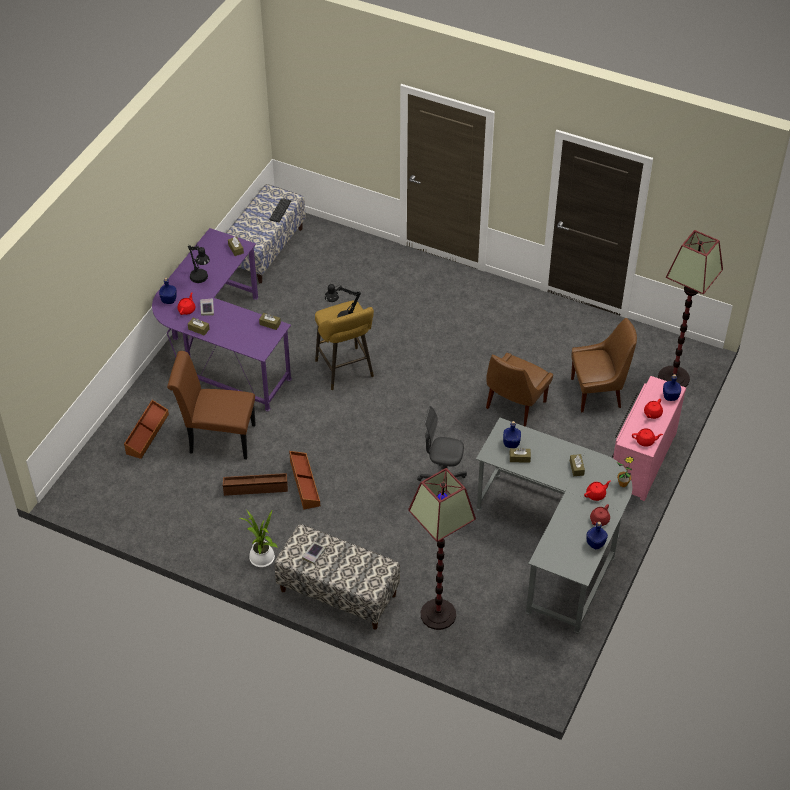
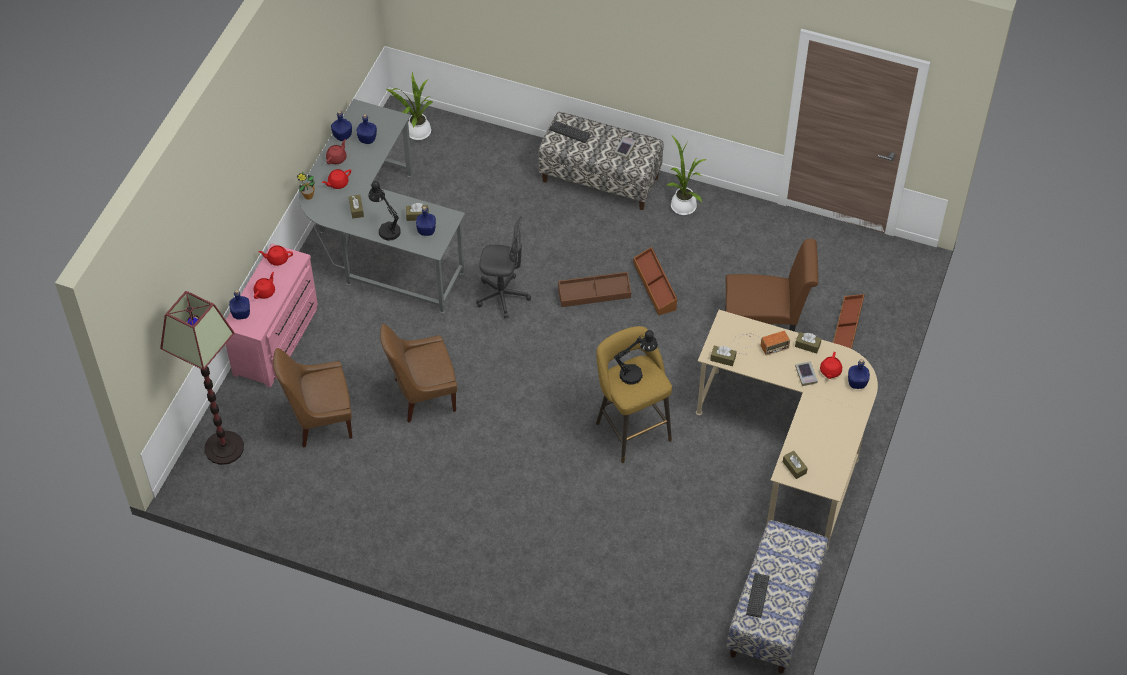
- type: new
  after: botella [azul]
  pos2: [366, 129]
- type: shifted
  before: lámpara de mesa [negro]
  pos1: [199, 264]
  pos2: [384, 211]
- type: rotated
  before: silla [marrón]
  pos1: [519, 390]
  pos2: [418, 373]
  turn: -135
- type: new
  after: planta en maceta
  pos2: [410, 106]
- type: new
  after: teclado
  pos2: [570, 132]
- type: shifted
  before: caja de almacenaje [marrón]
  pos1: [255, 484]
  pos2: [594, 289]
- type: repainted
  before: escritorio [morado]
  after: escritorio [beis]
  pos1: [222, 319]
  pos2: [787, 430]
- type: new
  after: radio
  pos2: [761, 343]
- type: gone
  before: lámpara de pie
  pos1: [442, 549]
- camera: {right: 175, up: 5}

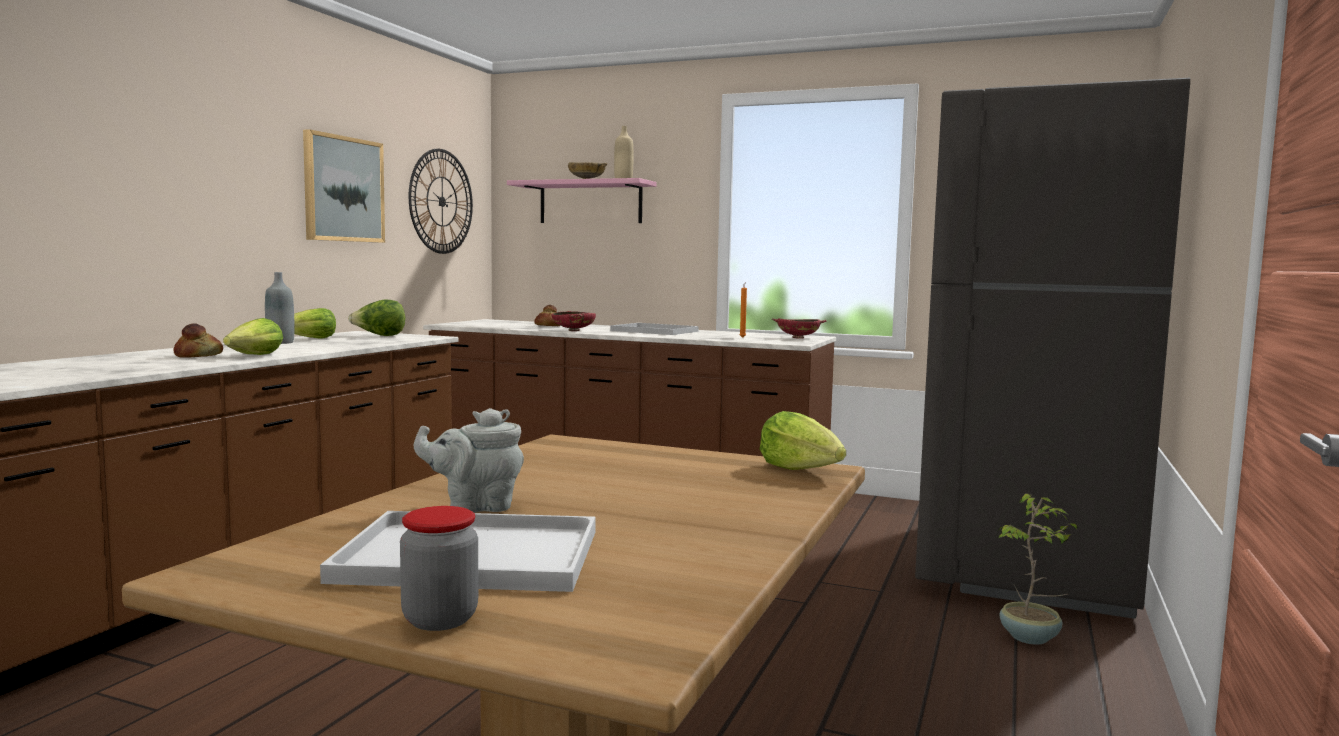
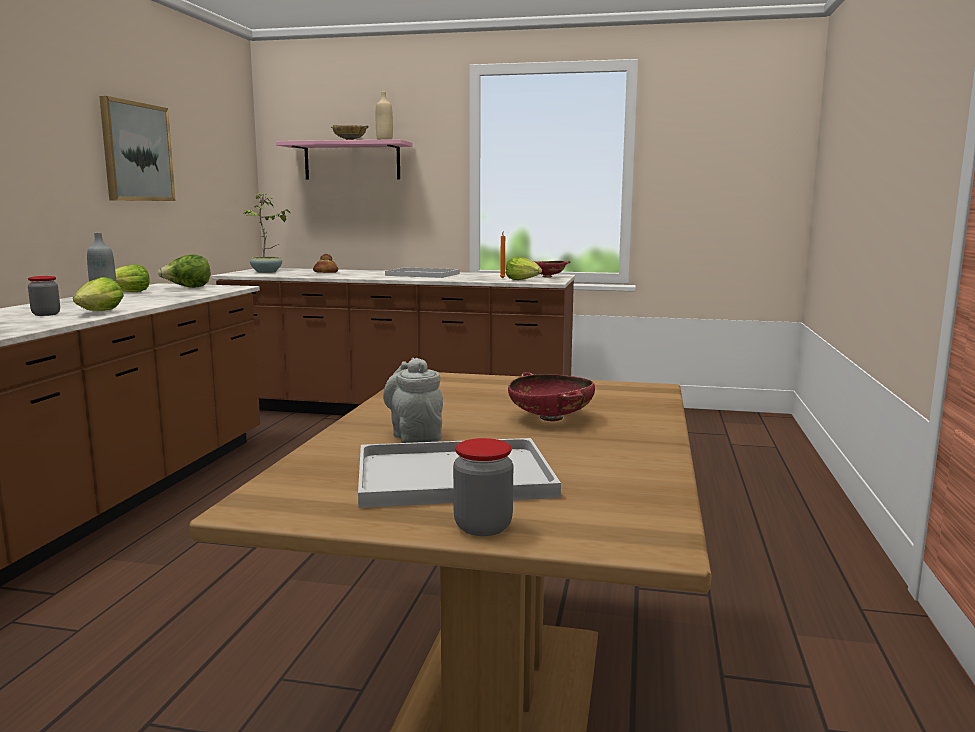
- type: swapped
  before: pan
  after: tarro
  pos1: [198, 340]
  pos2: [44, 296]
- type: shifted
  before: planta en maceta
  pos1: [1038, 569]
  pos2: [267, 233]
- type: rotated
  before: tetera [gris]
  pos1: [468, 460]
  pos2: [413, 400]
  turn: 90
- type: shifted
  before: lechuga
  pos1: [803, 440]
  pos2: [524, 268]
- type: shifted
  before: cuenco [rojo]
  pos1: [574, 321]
  pos2: [551, 396]
- type: gone
  before: reloj de pared
  pos1: [441, 201]
- type: gone
  before: nevera [gris]
  pos1: [1052, 348]
- camera: {right: -10, up: 5}

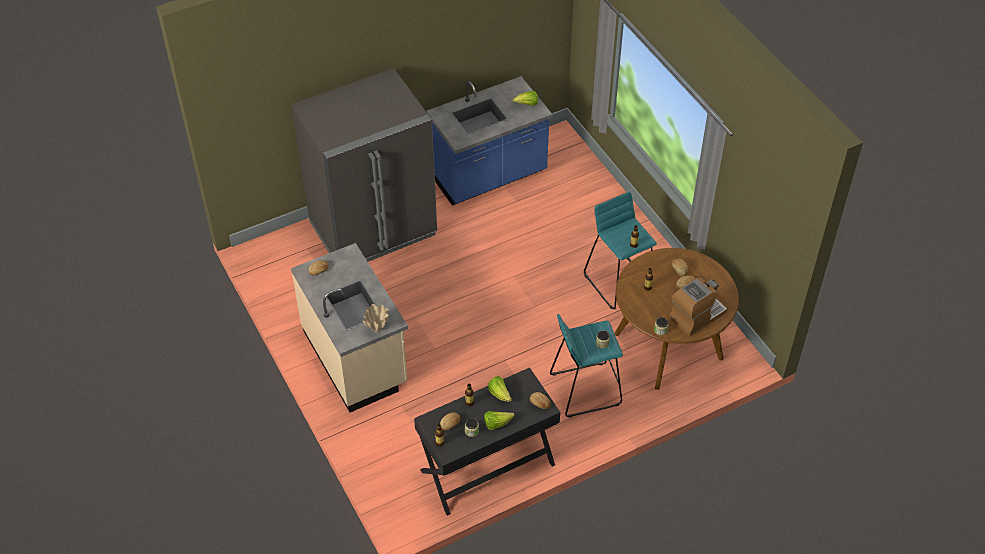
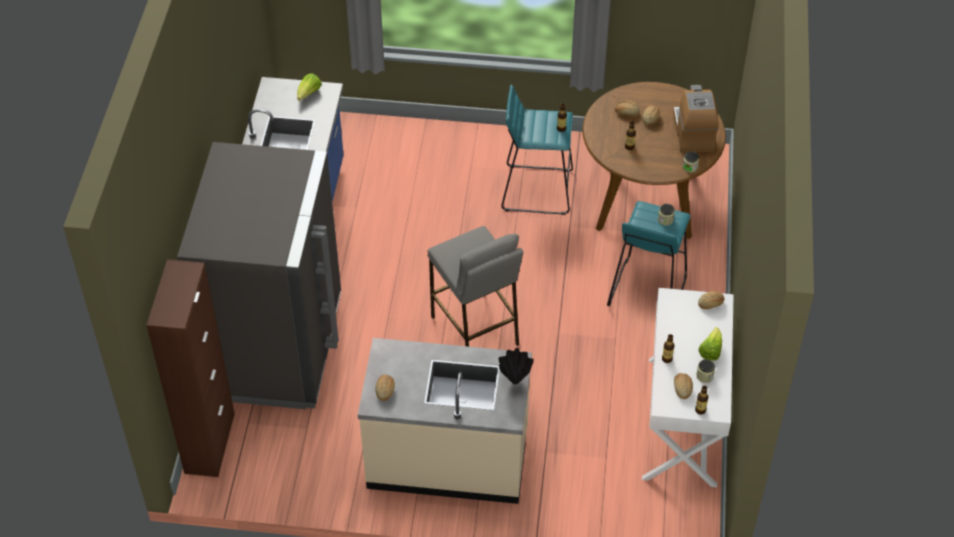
- type: new
  after: armario [marrón]
  pos2: [190, 368]
- type: new
  after: taburete [gris]
  pos2: [475, 286]
- type: repainted
  before: florero [beis]
  after: florero [negro]
  pos1: [376, 318]
  pos2: [516, 366]
- type: repainted
  before: escritorio [negro]
  after: escritorio [blanco]
  pos1: [487, 441]
  pos2: [688, 387]
- type: gone
  before: lechuga
  pos1: [500, 389]
- camera: {right: -55, up: 0}

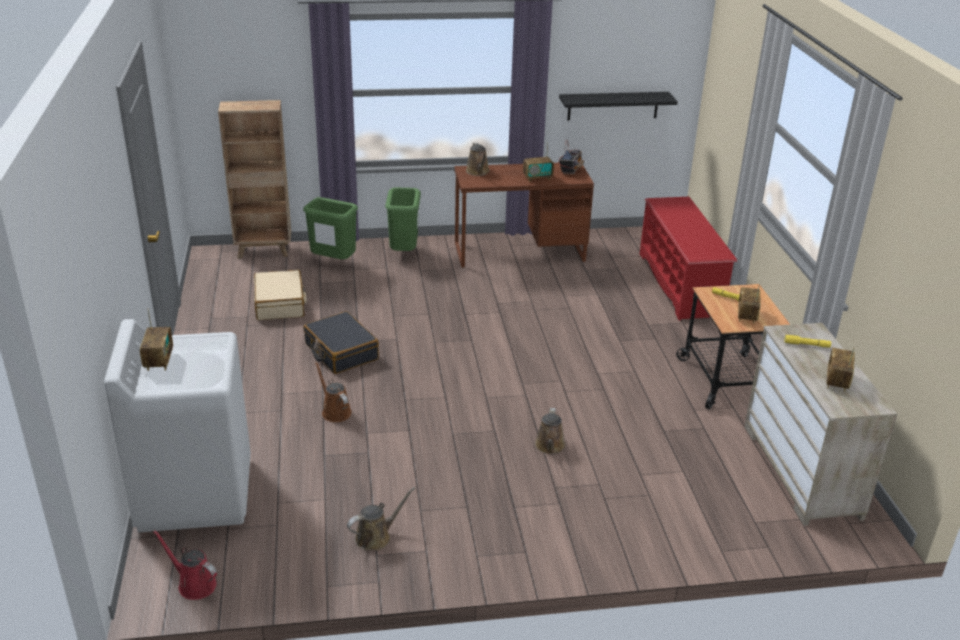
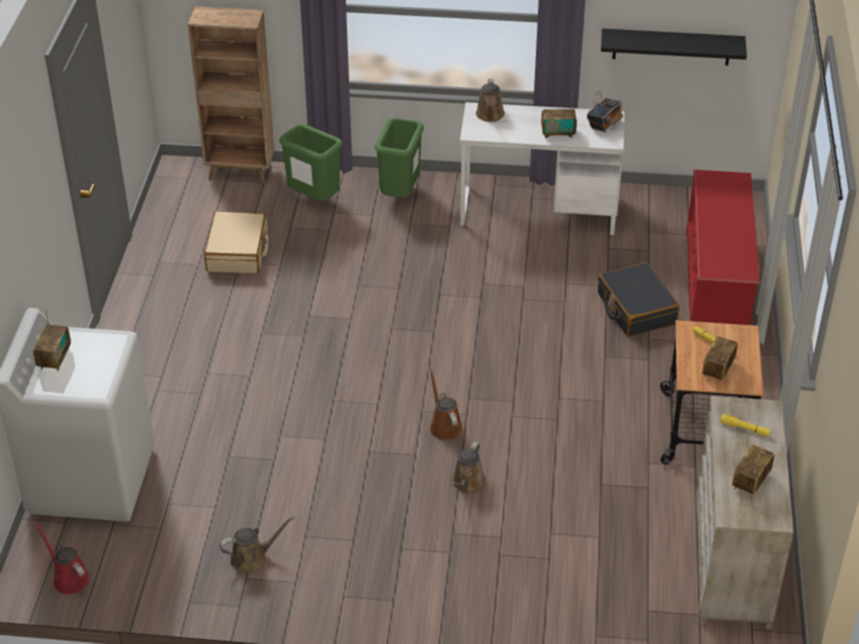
- type: shifted
  before: regadera [marrón]
  pos1: [333, 392]
  pos2: [445, 404]
- type: repainted
  before: escritorio [marrón]
  after: escritorio [blanco]
  pos1: [524, 215]
  pos2: [542, 168]
- type: shifted
  before: maleta [negro]
  pos1: [341, 342]
  pos2: [639, 299]
- camera: {right: 15, up: 10}

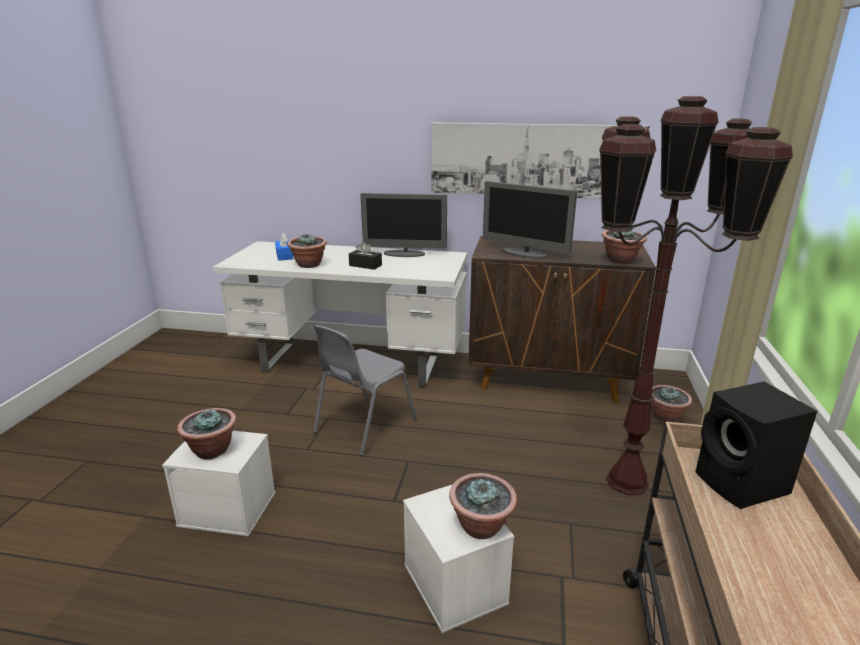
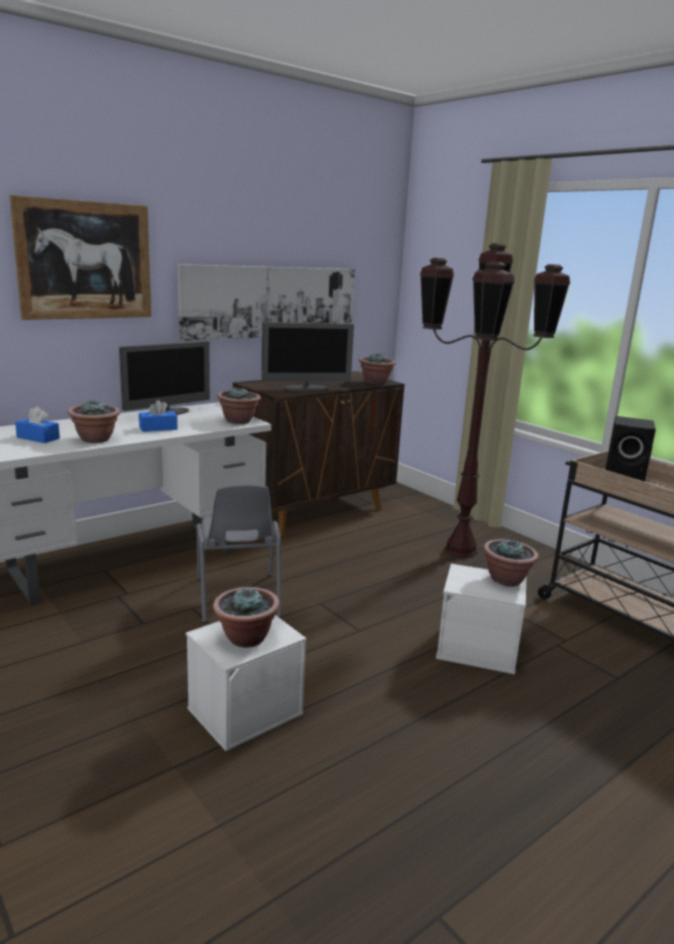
- type: new
  after: cuadro
  pos2: [80, 257]
- type: repainted
  before: caja de pañuelos [negro]
  after: caja de pañuelos [azul]
  pos1: [365, 255]
  pos2: [158, 416]
- type: shifted
  before: planta en maceta
  pos1: [671, 403]
  pos2: [239, 405]
- camera: {right: -50, up: -5}

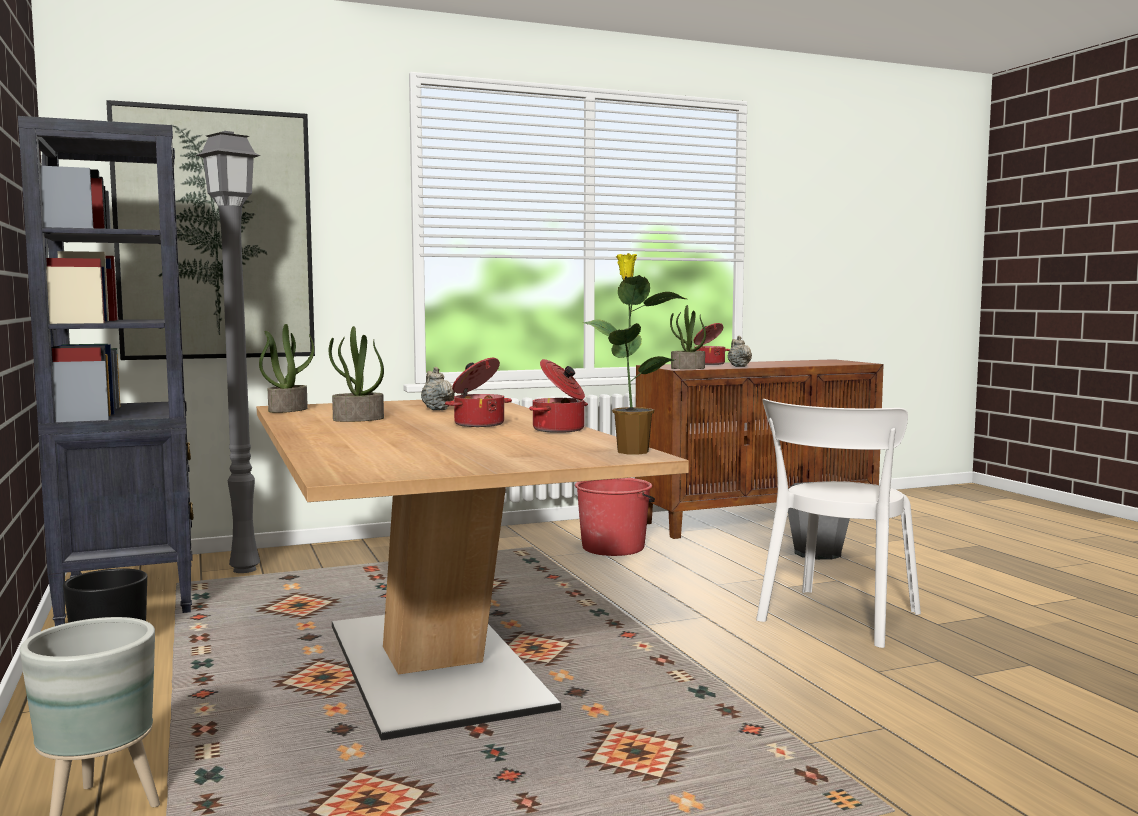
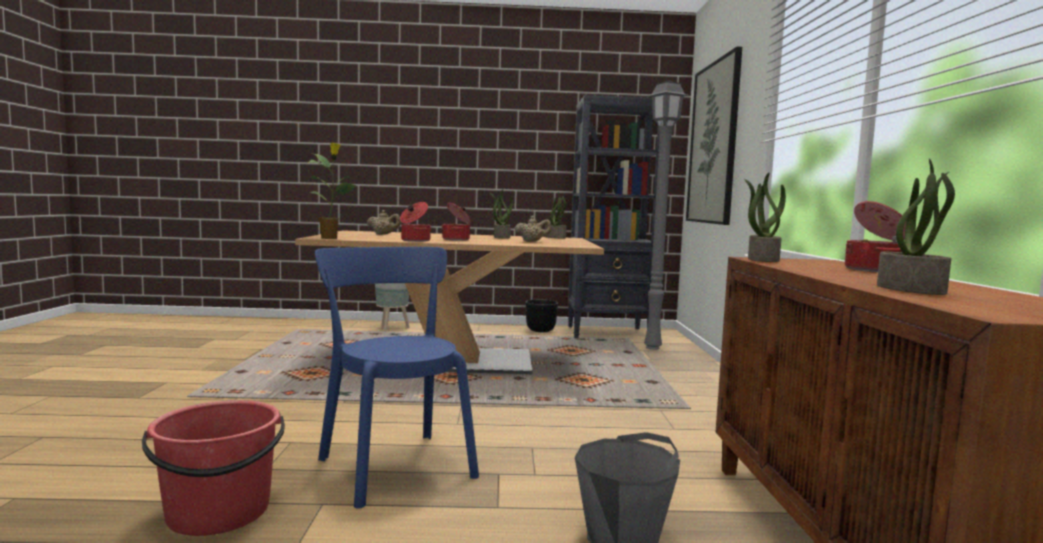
- type: shifted
  before: cubo [rojo]
  pos1: [615, 517]
  pos2: [213, 468]
- type: repainted
  before: silla [blanco]
  after: silla [azul]
  pos1: [838, 523]
  pos2: [397, 378]
- type: shifted
  before: tetera [beis]
  pos1: [740, 351]
  pos2: [384, 222]
- type: new
  after: planta en maceta
  pos2: [916, 226]
- camera: {right: 110, up: 0}

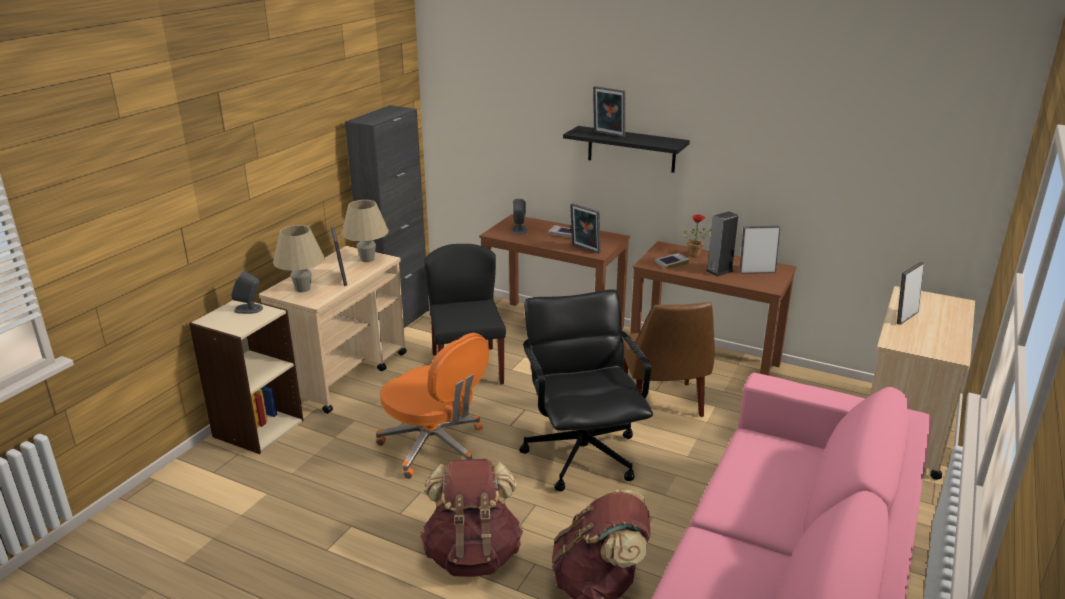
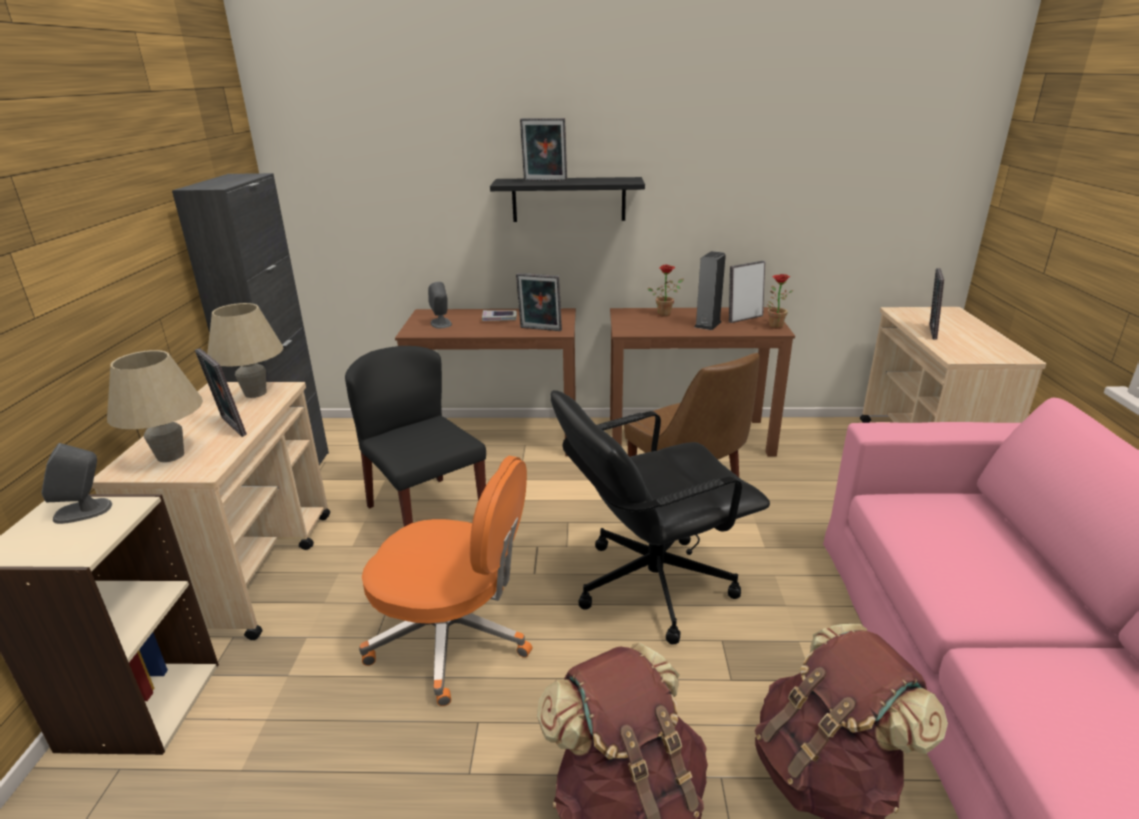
- type: rotated
  before: silla de oficina [negro]
  pos1: [586, 390]
  pos2: [660, 517]
  turn: -75
- type: new
  after: planta en maceta
  pos2: [780, 301]
- type: gone
  before: libro
  pos1: [672, 261]
- camera: {right: -25, up: 0}

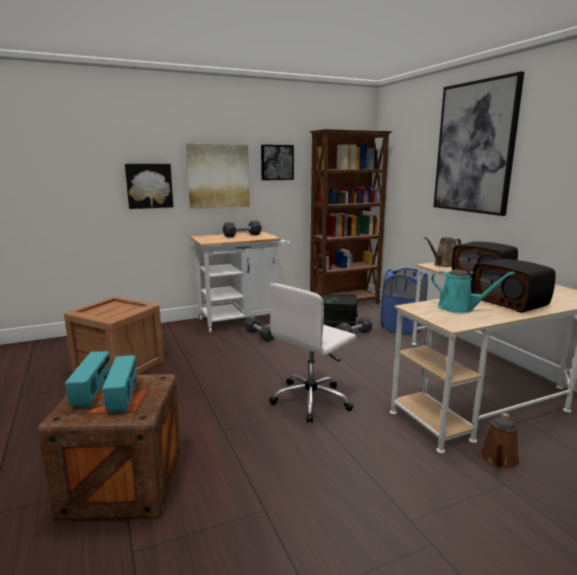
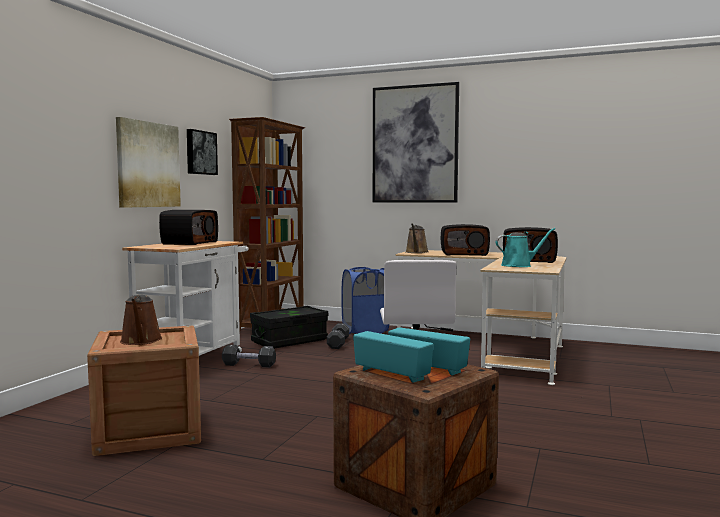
- type: shifted
  before: regadera [marrón]
  pos1: [500, 441]
  pos2: [141, 320]
- type: swapped
  before: mancuerna [negro]
  after: radio
  pos1: [242, 229]
  pos2: [188, 227]
- type: gone
  before: cuadro
  pos1: [149, 186]
- camera: {right: -45, up: -10}

